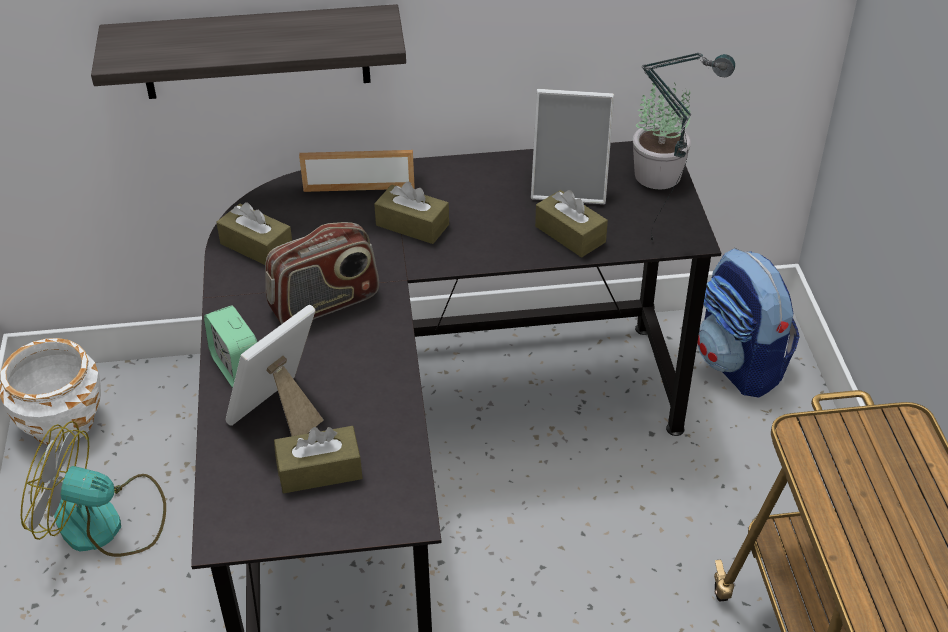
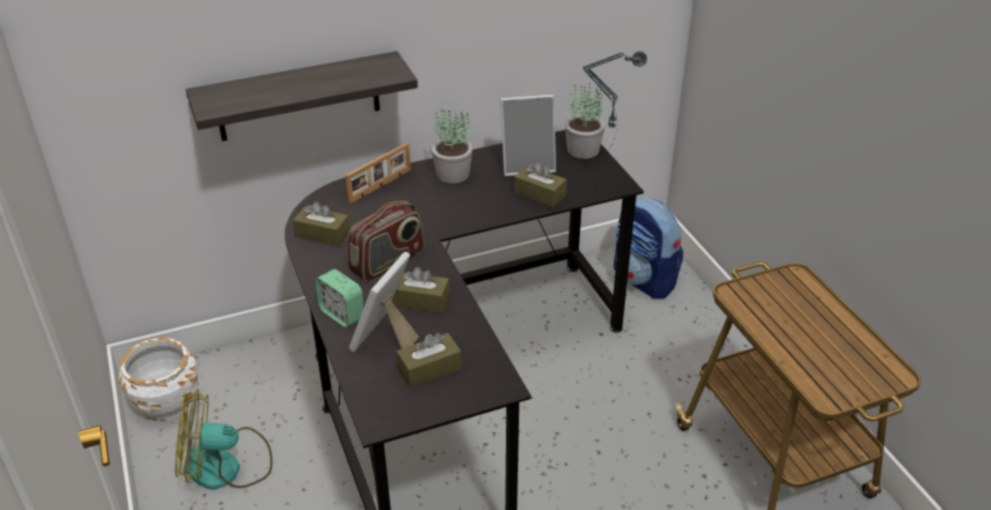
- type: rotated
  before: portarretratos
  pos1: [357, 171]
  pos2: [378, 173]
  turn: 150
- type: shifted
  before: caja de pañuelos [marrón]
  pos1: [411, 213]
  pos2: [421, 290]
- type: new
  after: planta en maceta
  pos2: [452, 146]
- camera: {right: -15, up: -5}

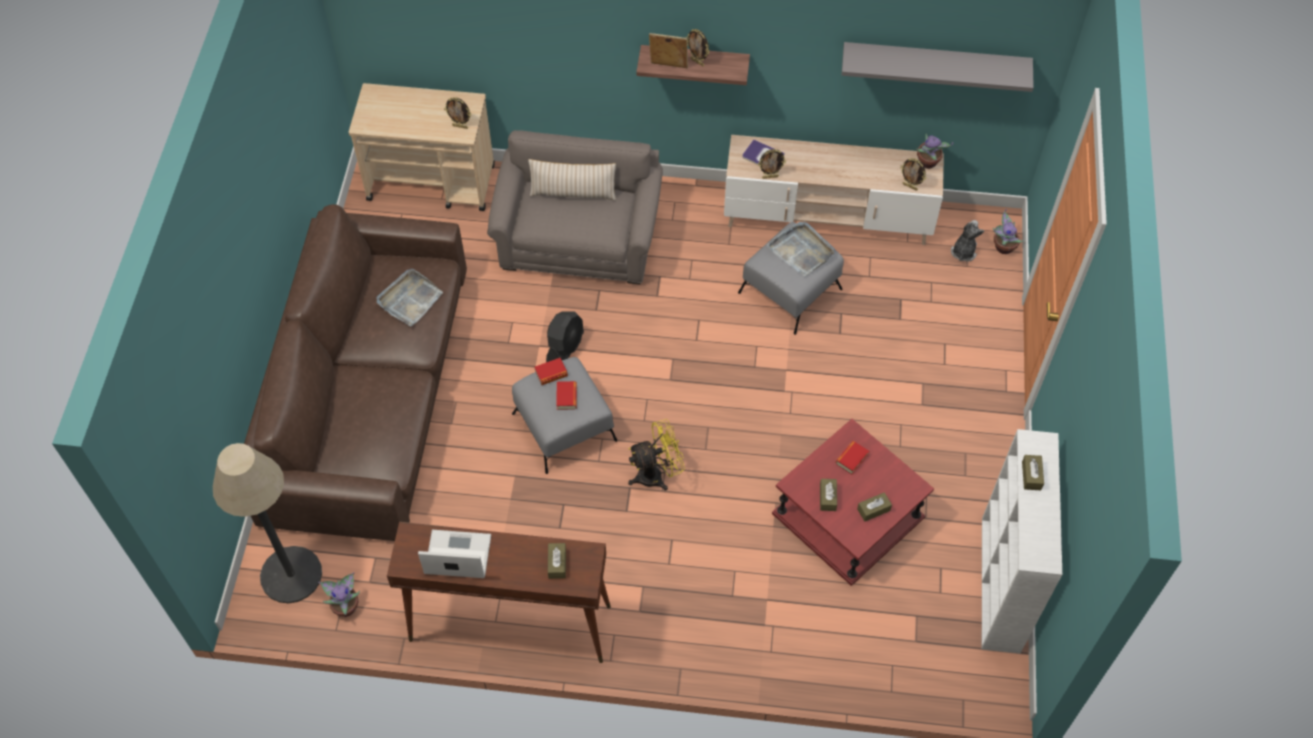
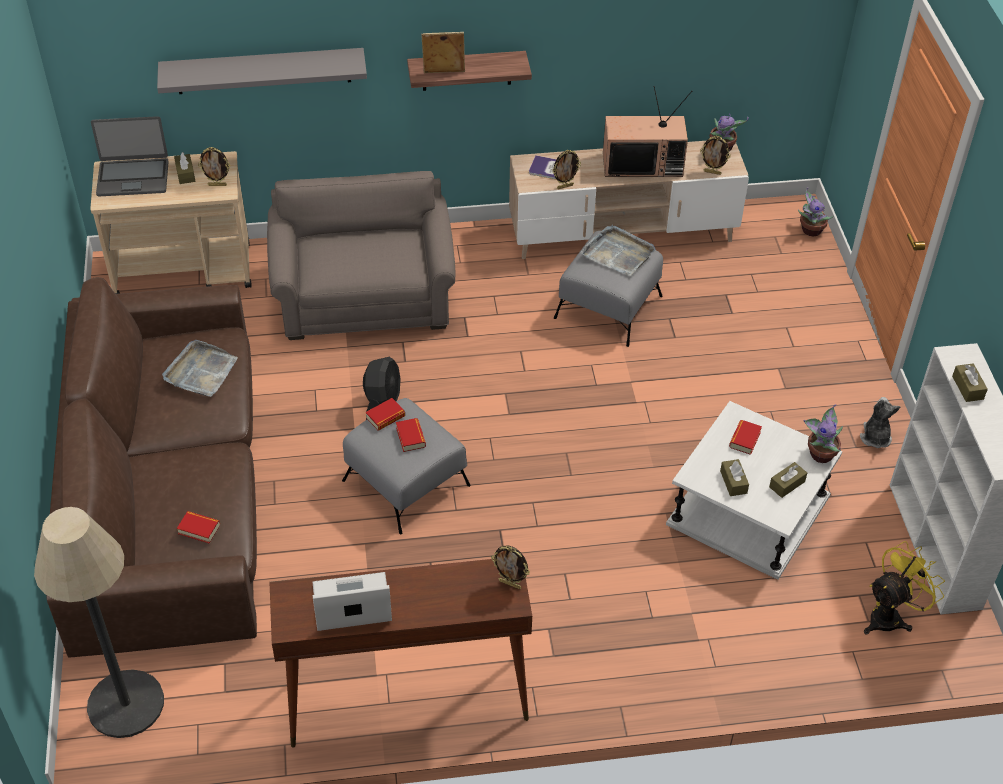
- type: new
  after: portátil
  pos2: [130, 156]
- type: shifted
  before: estante [gris]
  pos1: [938, 67]
  pos2: [262, 71]
- type: shifted
  before: caja de pañuelos [marrón]
  pos1: [557, 561]
  pos2: [184, 168]
- type: new
  after: libro
  pos2: [198, 527]
- type: shifted
  before: portarretratos
  pos1: [698, 47]
  pos2: [510, 567]
- type: new
  after: televisor
  pos2: [647, 131]
- type: repainted
  before: mesa auxiliar [rojo]
  after: mesa auxiliar [blanco]
  pos1: [853, 502]
  pos2: [754, 490]
- type: shifted
  before: planta en maceta
  pos1: [339, 594]
  pos2: [823, 433]
- type: shifted
  before: peluche
  pos1: [967, 241]
  pos2: [880, 422]
- type: shifted
  before: ventilador [amarillo]
  pos1: [656, 454]
  pos2: [904, 588]
- type: gone
  before: cojín [beis]
  pos1: [572, 180]
- camera: {right: -15, up: -10}

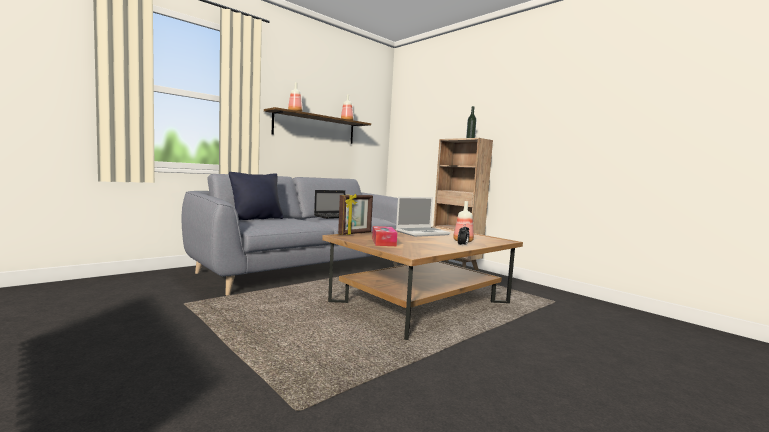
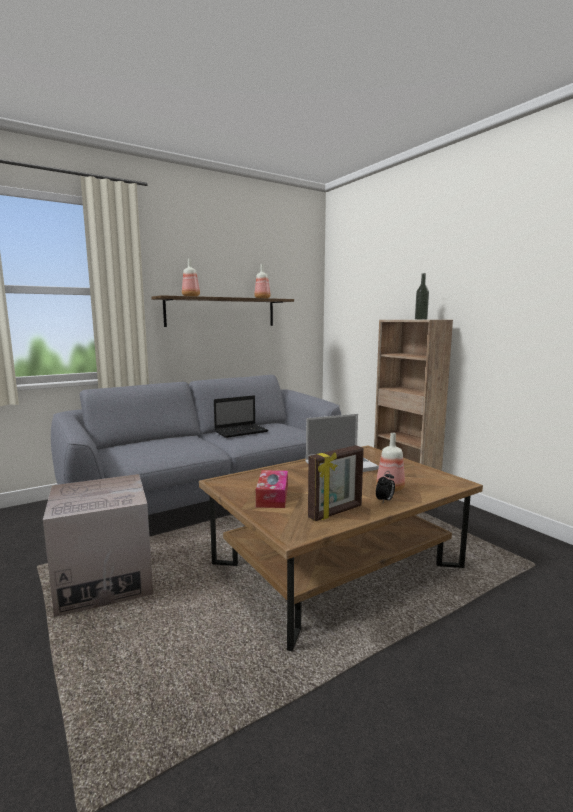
- type: new
  after: caja de cartón
  pos2: [98, 545]
- type: shifted
  before: portarretratos
  pos1: [355, 214]
  pos2: [336, 483]
- type: gone
  before: cojín [negro]
  pos1: [256, 196]
- camera: {right: 10, up: 5}

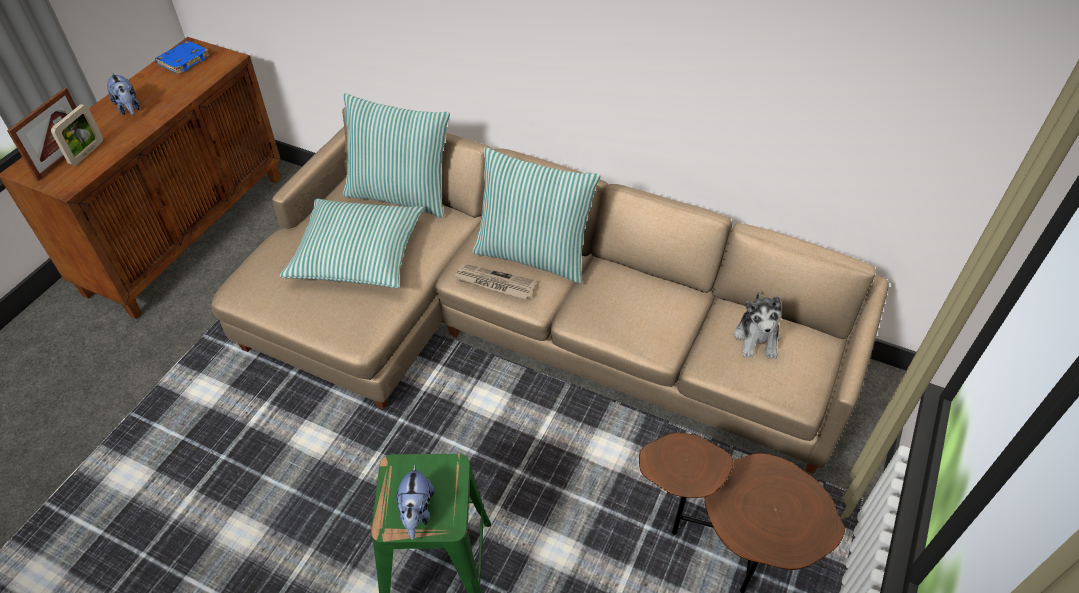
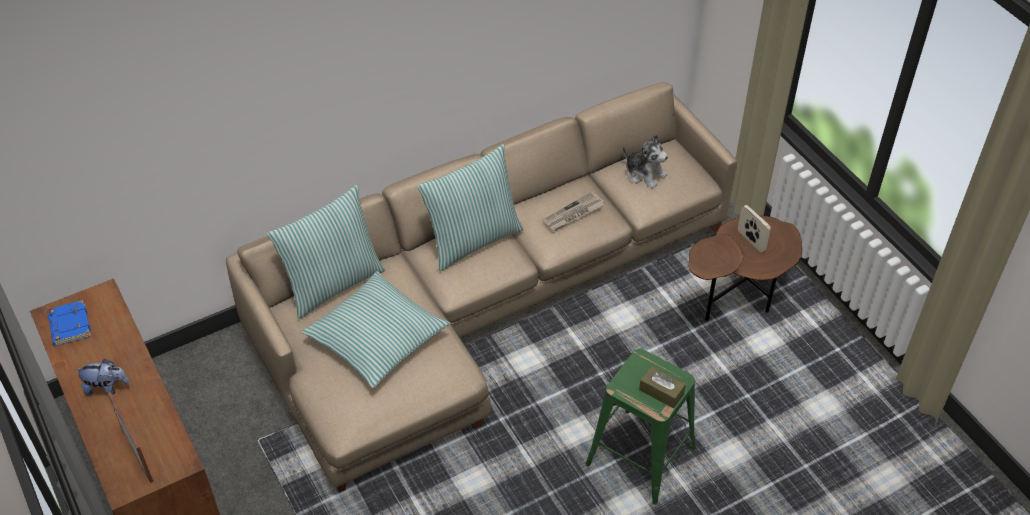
- type: shifted
  before: periódico
  pos1: [495, 281]
  pos2: [573, 211]
- type: swapped
  before: peluche
  after: caja de pañuelos [marrón]
  pos1: [415, 502]
  pos2: [662, 387]
- type: shifted
  before: portarretratos
  pos1: [77, 135]
  pos2: [754, 229]
- camera: {right: -55, up: 0}

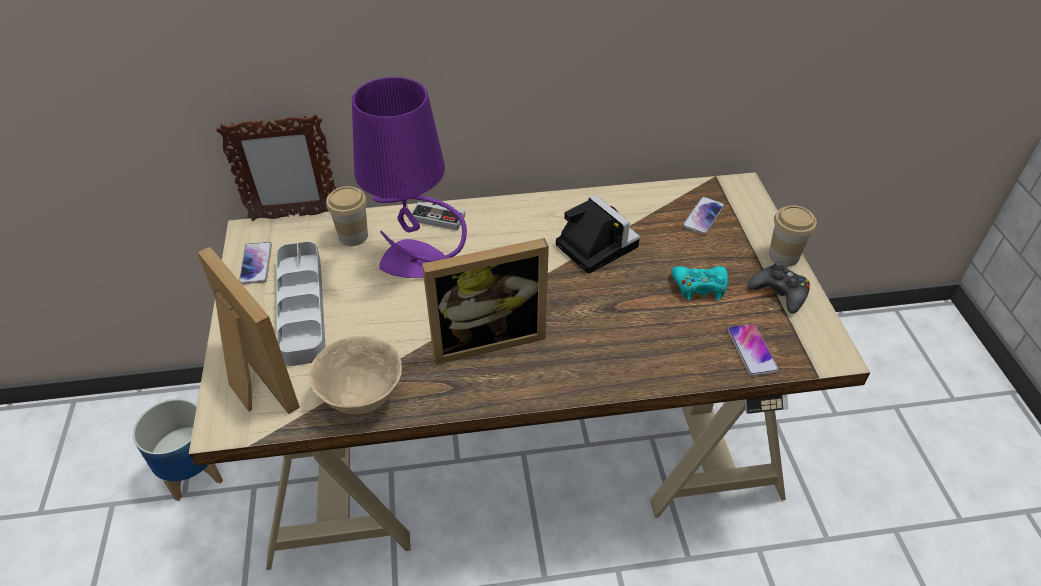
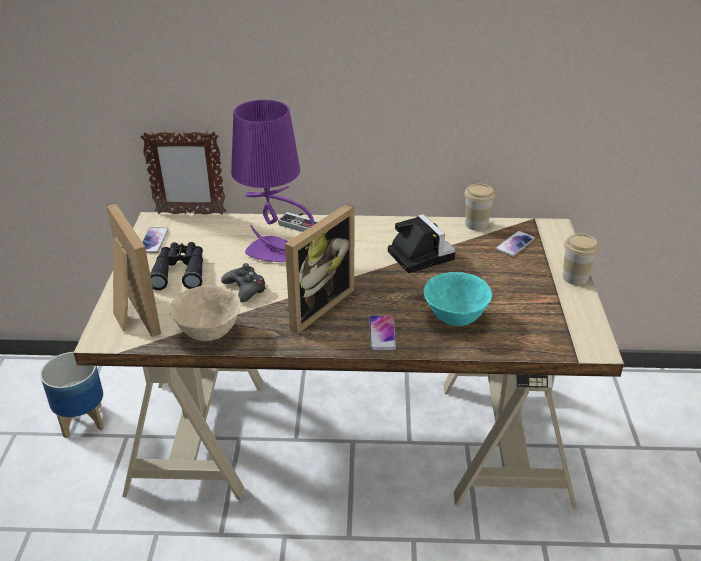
- type: swapped
  before: bandeja [gris]
  after: prismáticos [negro]
  pos1: [301, 303]
  pos2: [176, 266]
- type: shifted
  before: mando de consola [negro]
  pos1: [779, 288]
  pos2: [243, 283]
- type: rotated
  before: portarretratos
  pos1: [485, 301]
  pos2: [320, 269]
  turn: -45
- type: shifted
  before: móvil
  pos1: [753, 349]
  pos2: [382, 332]
- type: new
  after: cuenco [turquesa]
  pos2: [457, 299]
- type: shifted
  before: taza
  pos1: [347, 216]
  pos2: [479, 207]
- type: gone
  before: mando de consola [turquesa]
  pos1: [700, 283]
- camera: {right: 10, up: -10}

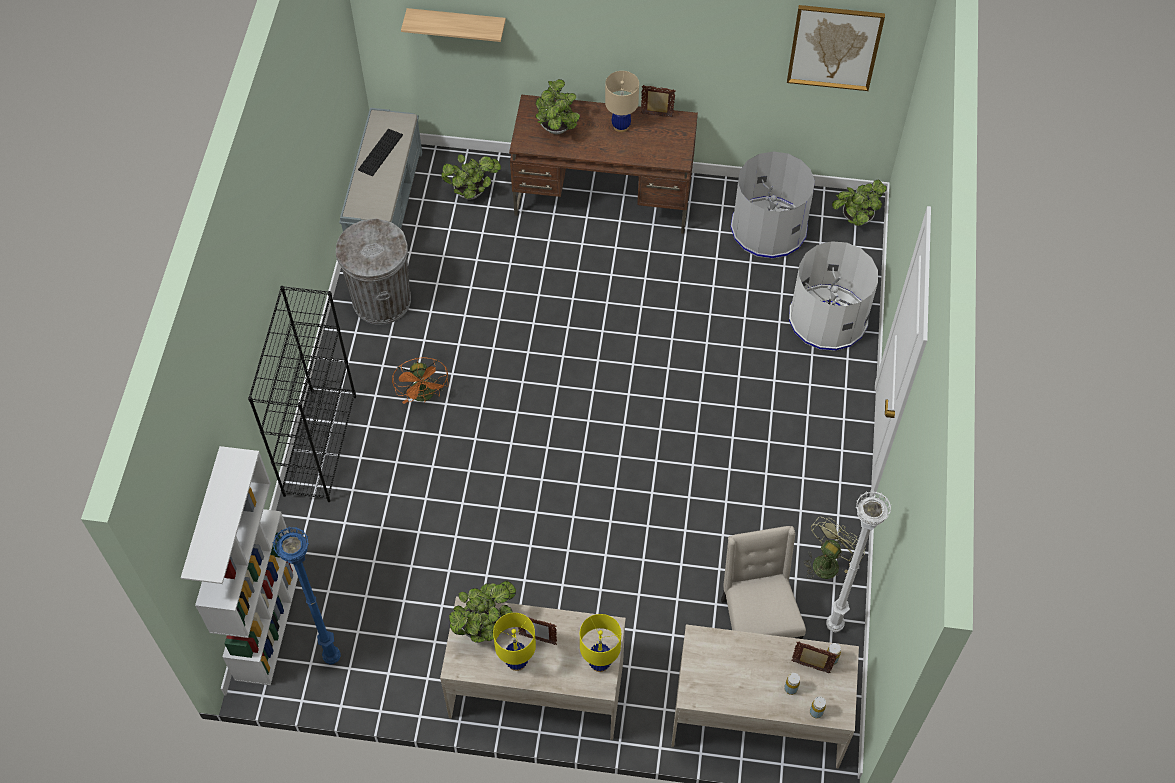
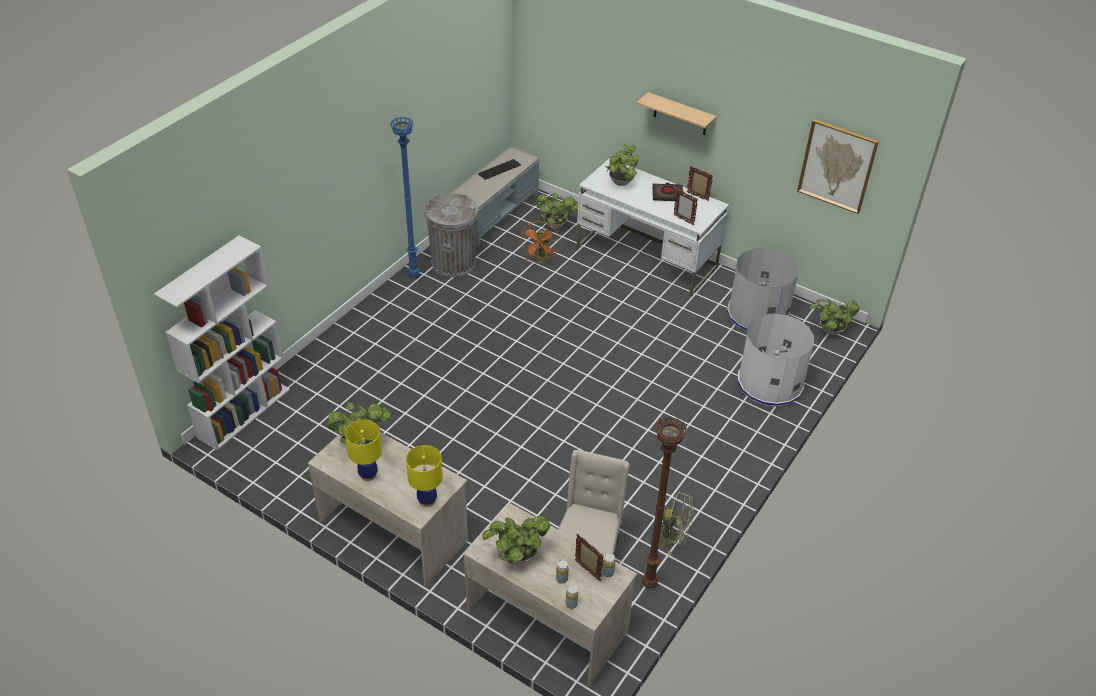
- type: shifted
  before: lámpara de pie [azul]
  pos1: [306, 596]
  pos2: [405, 197]
- type: new
  after: planta en maceta
  pos2: [516, 539]
- type: shifted
  before: ventilador [naranja]
  pos1: [420, 380]
  pos2: [541, 242]
- type: repainted
  before: escritorio [marrón]
  after: escritorio [blanco]
  pos1: [603, 164]
  pos2: [653, 227]
- type: shifted
  before: estante
  pos1: [453, 25]
  pos2: [676, 113]
- type: repainted
  before: lámpara de pie [blanco]
  after: lámpara de pie [marrón]
  pos1: [858, 561]
  pos2: [664, 502]
- type: rotated
  before: ventilador [verde]
  pos1: [835, 548]
  pos2: [671, 523]
  turn: 45
- type: swapped
  before: lámpara de mesa [beis]
  after: libro [negro]
  pos1: [622, 101]
  pos2: [667, 192]
- type: shifted
  before: portarretratos
  pos1: [537, 631]
  pos2: [686, 207]
- type: gone
  before: estantería [negro]
  pos1: [302, 394]
- camera: {right: 25, up: -15}

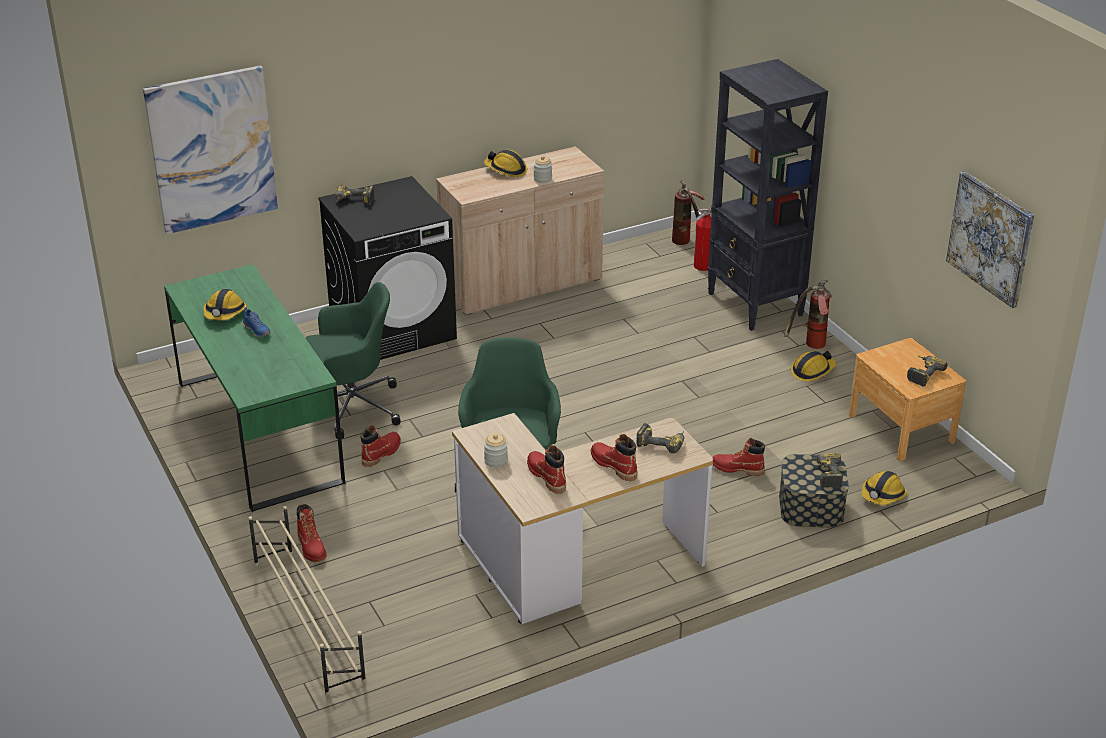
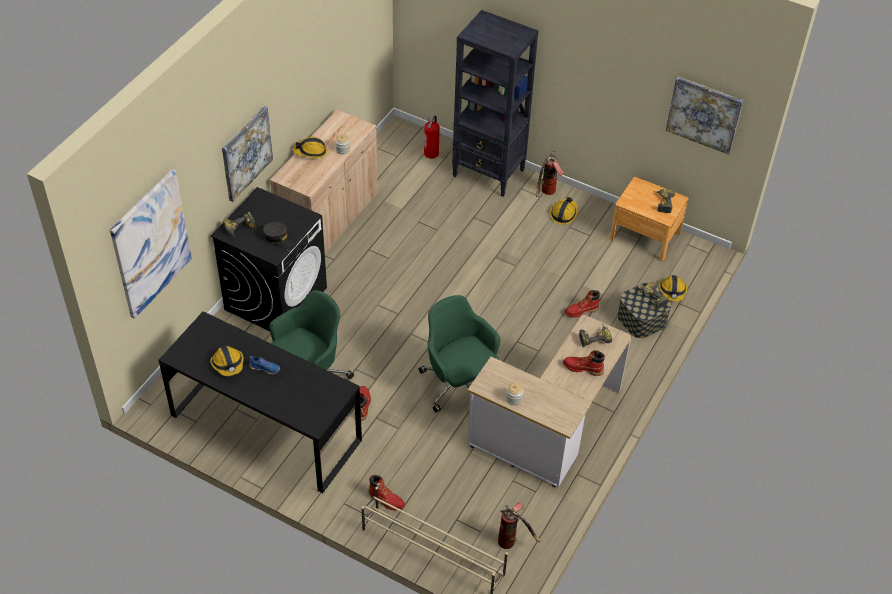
- type: repainted
  before: escritorio [verde]
  after: escritorio [negro]
  pos1: [254, 388]
  pos2: [260, 402]
- type: new
  after: cuadro
  pos2: [247, 154]
- type: new
  after: gorra [gris]
  pos2: [278, 234]
- type: shifted
  before: extintor
  pos1: [688, 212]
  pos2: [519, 525]
- type: gone
  before: bota [rojo]
  pos1: [546, 469]
- camera: {right: -35, up: 15}

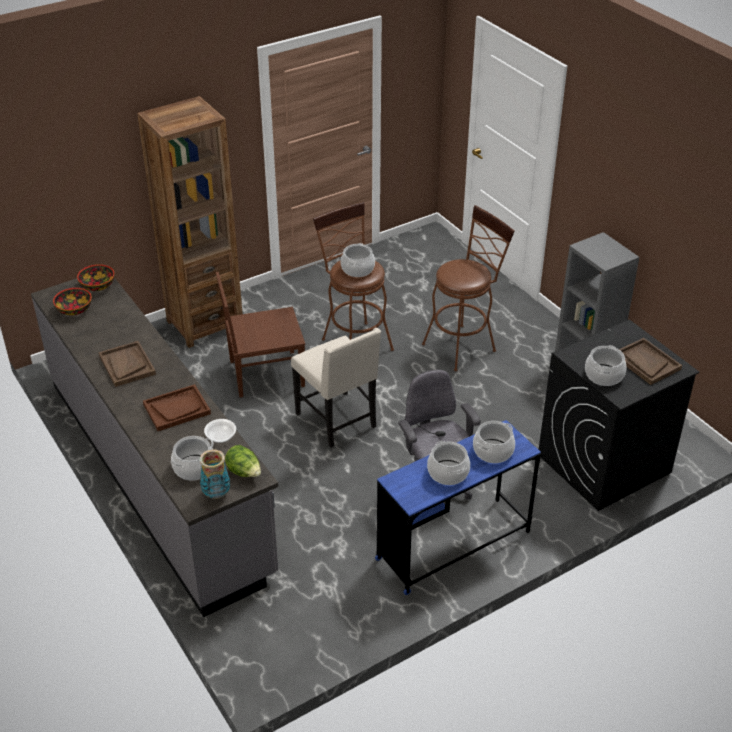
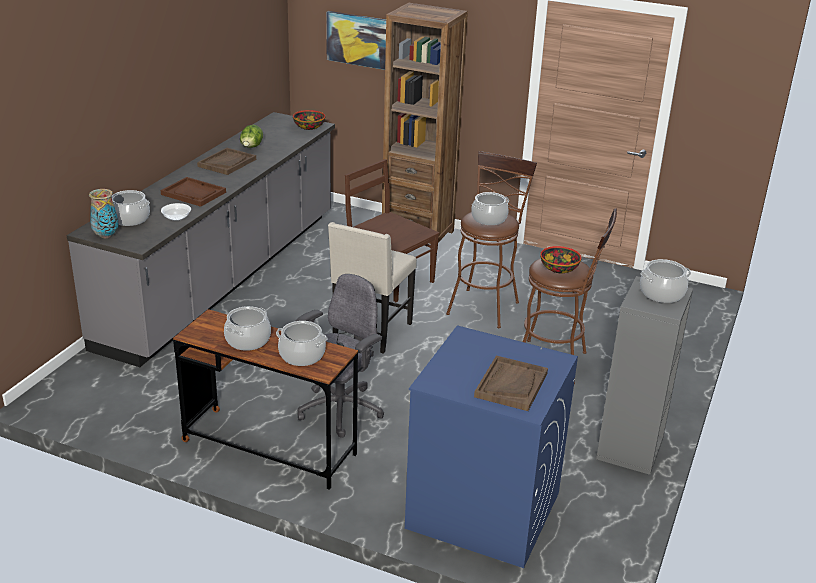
- type: repainted
  before: escritorio [azul]
  after: escritorio [marrón]
  pos1: [458, 507]
  pos2: [265, 399]
- type: shifted
  before: lechuga
  pos1: [243, 461]
  pos2: [251, 136]
- type: new
  after: cuadro
  pos2: [356, 40]
- type: repainted
  before: lavadora [negro]
  after: lavadora [azul]
  pos1: [619, 415]
  pos2: [491, 446]
- type: shifted
  before: cuenco
  pos1: [72, 302]
  pos2: [560, 259]
- type: shifted
  before: olla
  pos1: [606, 365]
  pos2: [665, 281]
- camera: {right: 55, up: -10}

